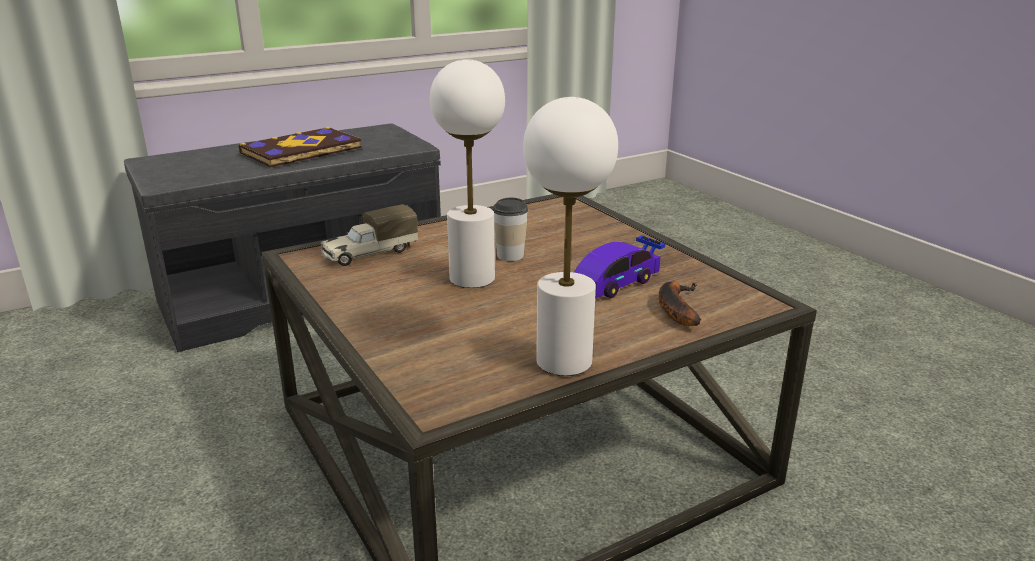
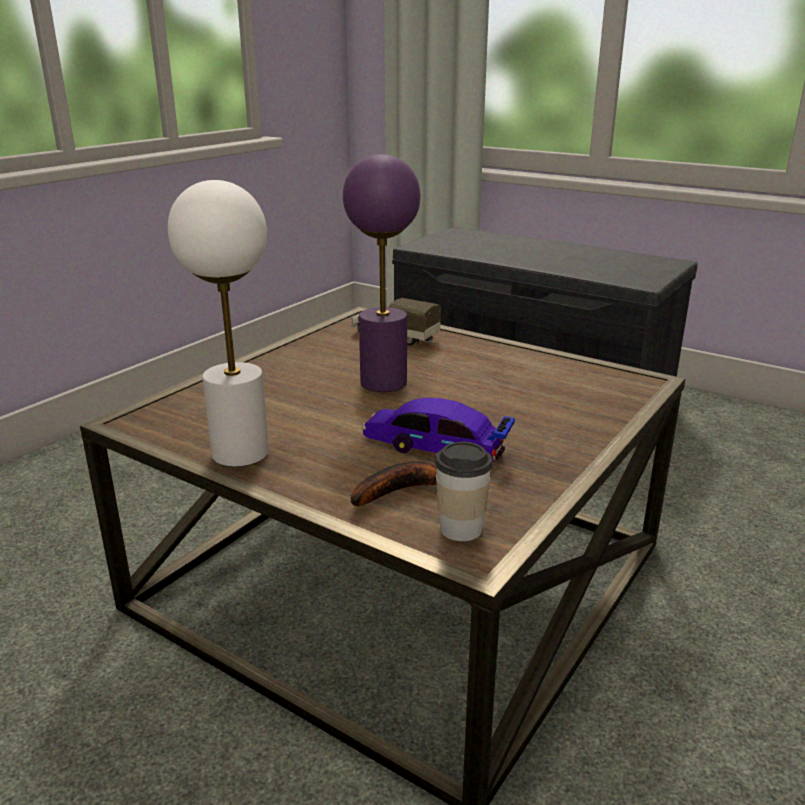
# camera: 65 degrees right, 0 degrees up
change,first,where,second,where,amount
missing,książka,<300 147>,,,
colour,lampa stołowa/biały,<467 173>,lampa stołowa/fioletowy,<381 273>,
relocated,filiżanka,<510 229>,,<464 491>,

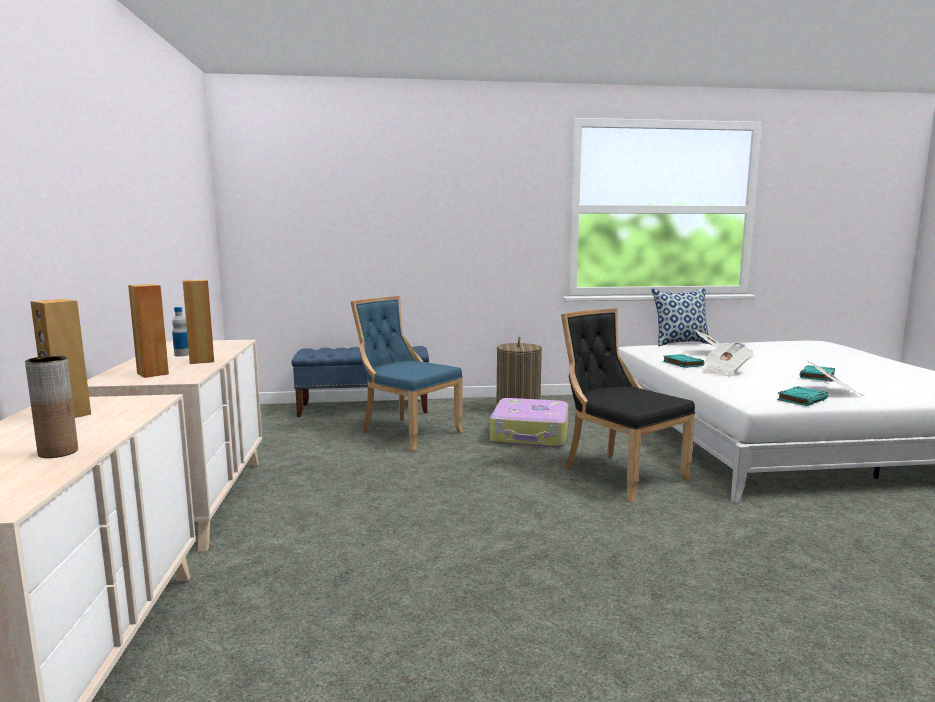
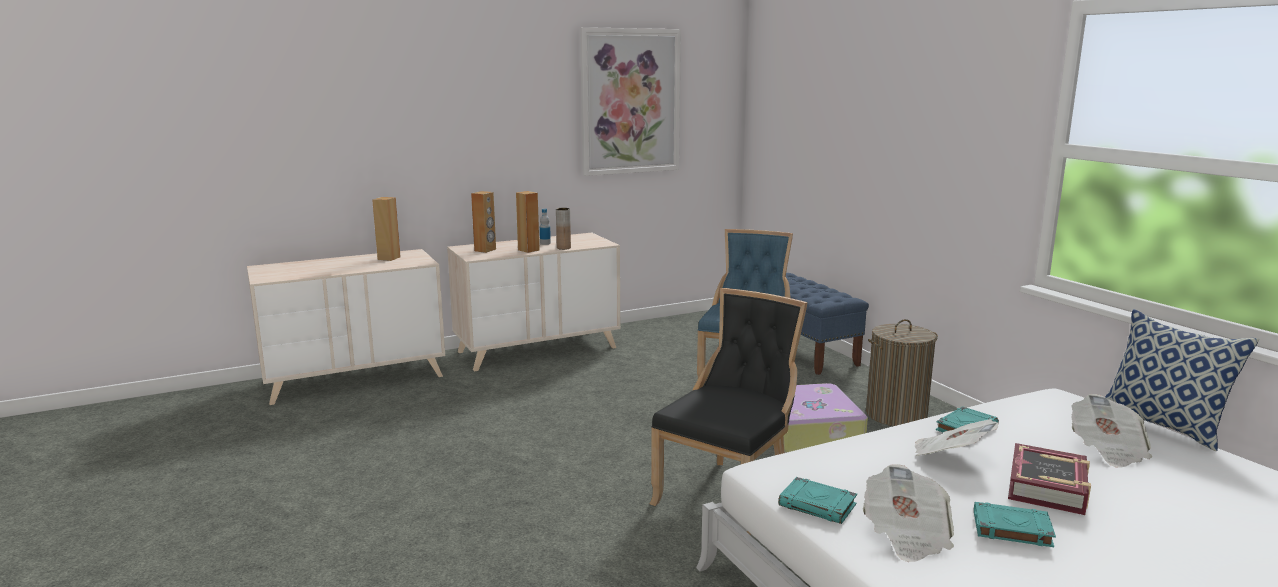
# camera: 70 degrees right, 5 degrees up
change,first,where,second,where,amount
relocated,wazon/brązowy,<51 407>,,<563 229>,
appeared,,,obraz,<630 101>,
appeared,,,książka,<1049 479>,

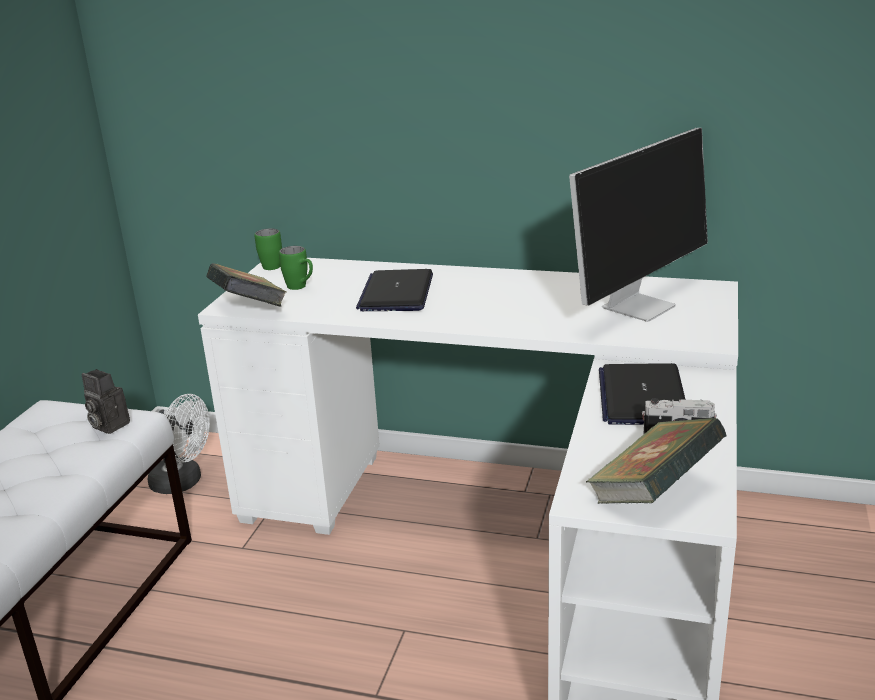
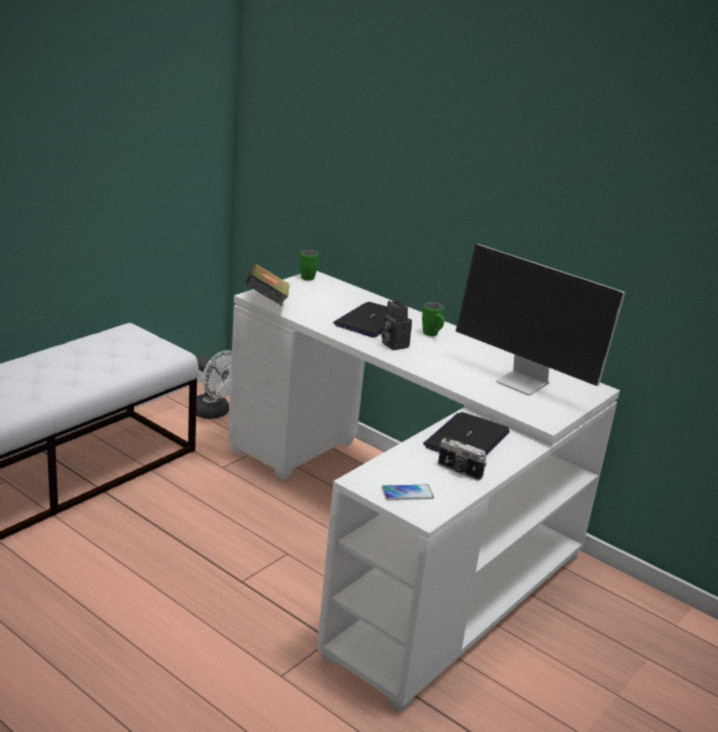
# camera: 20 degrees right, 0 degrees up
change,first,where,second,where,amount
relocated,aparat fotograficzny,<106 401>,,<396 325>,
relocated,kubek/zielony,<296 268>,,<433 319>,
spun,monitor,<638 225>,,<540 319>,60 degrees clockwise
exchanged,książka,<656 460>,telefon,<408 492>,

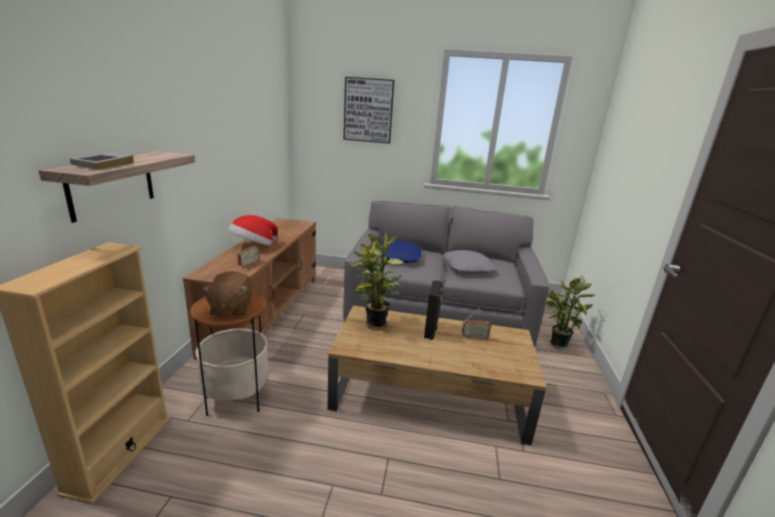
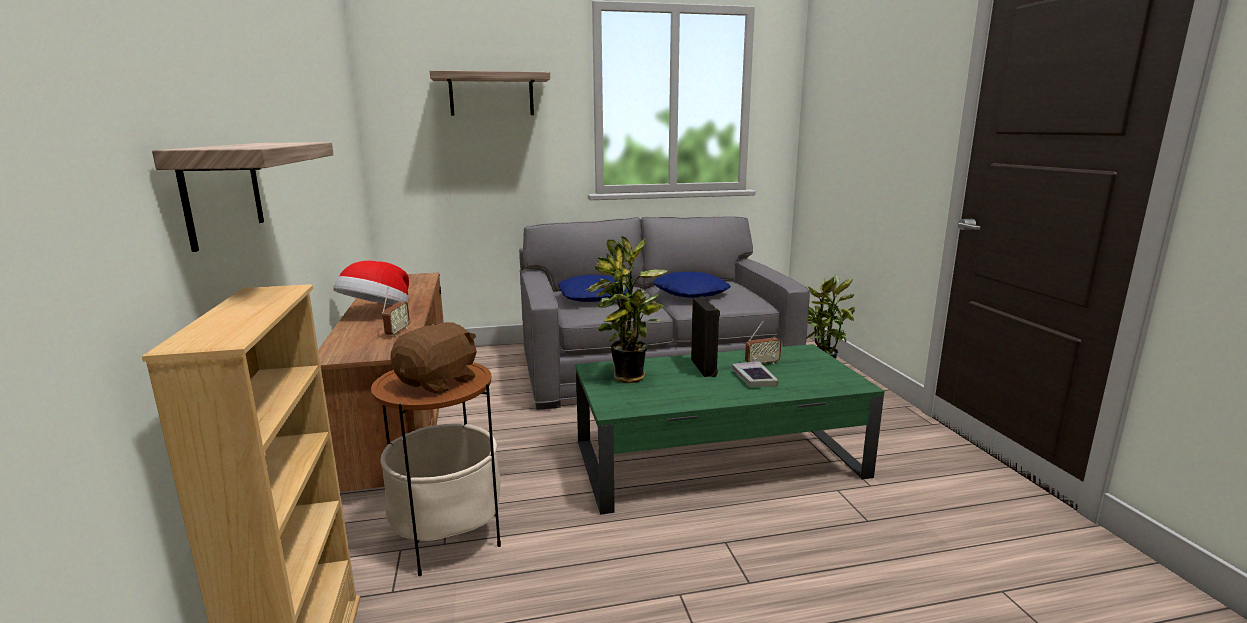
# camera: 20 degrees left, 5 degrees down
change,first,where,second,where,amount
relocated,książka,<102 161>,,<755 374>,
spun,pluszak/brązowy,<228 294>,,<433 358>,120 degrees counterclockwise
colour,ława/brązowy,<437 375>,ława/zielony,<730 429>,
exchanged,obraz,<369 110>,półka,<490 93>,
colour,poduszka/szary,<469 262>,poduszka/niebieski,<692 285>,

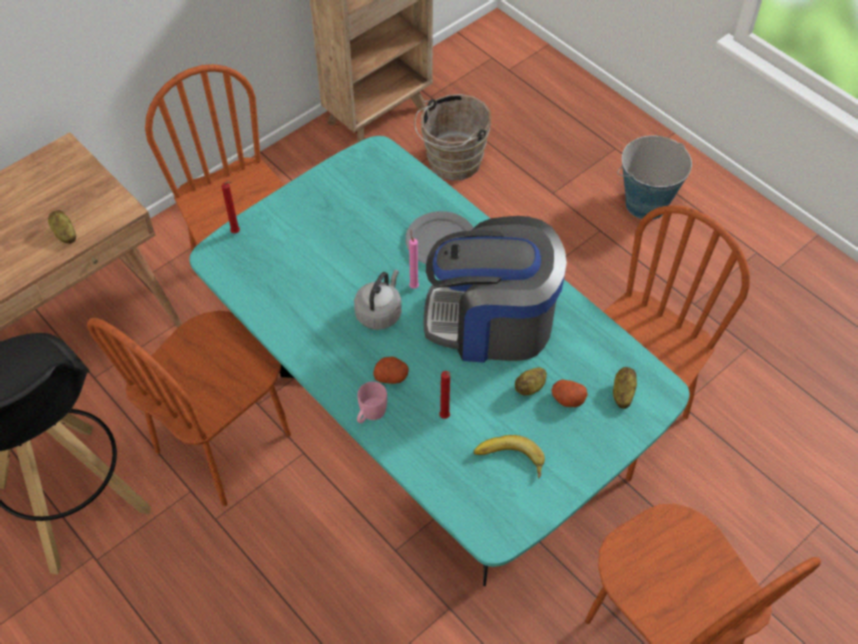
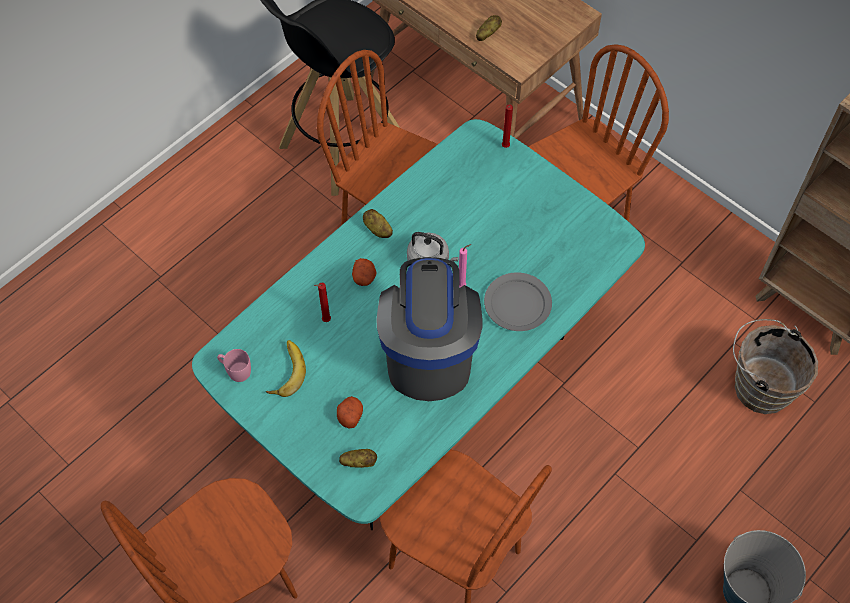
# camera: 85 degrees right, 5 degrees up
change,first,where,second,where,amount
relocated,kubek/różowy,<372 402>,,<234 365>,
relocated,ziemniak,<531 381>,,<378 223>,

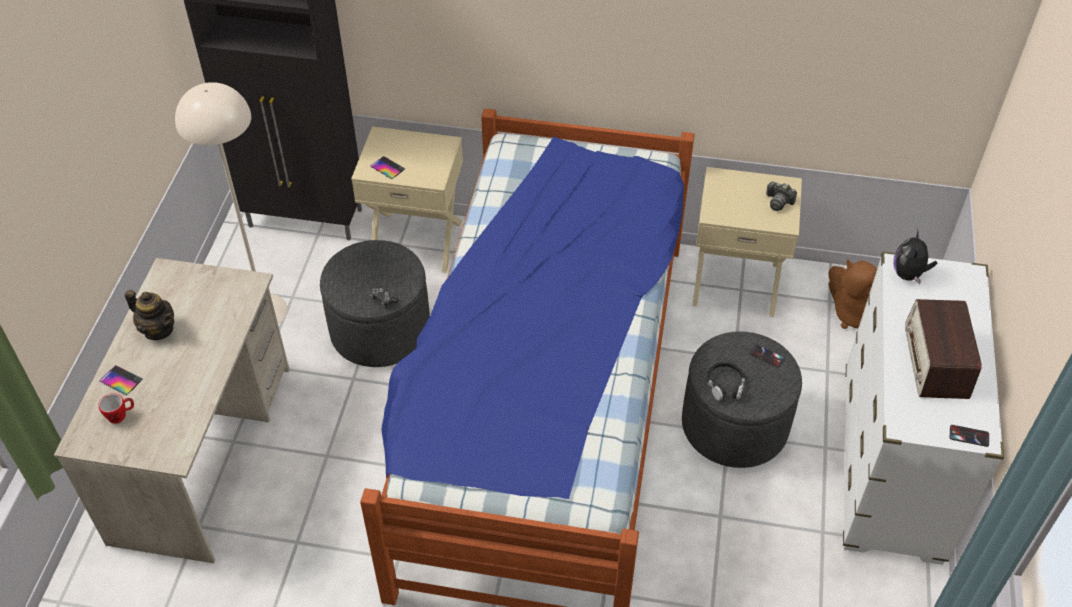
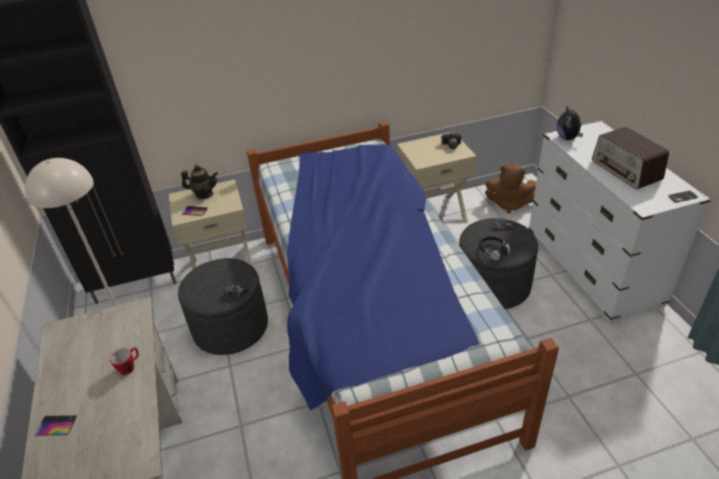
# camera: 25 degrees left, 10 degrees down
change,first,where,second,where,amount
relocated,kubek,<116 408>,,<124 361>,
relocated,imbryk,<149 315>,,<199 182>,

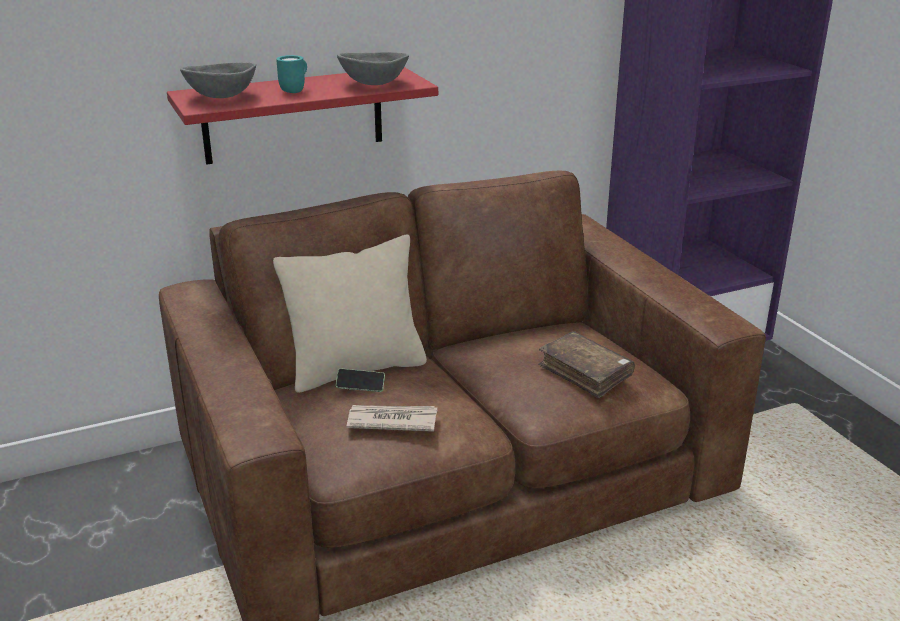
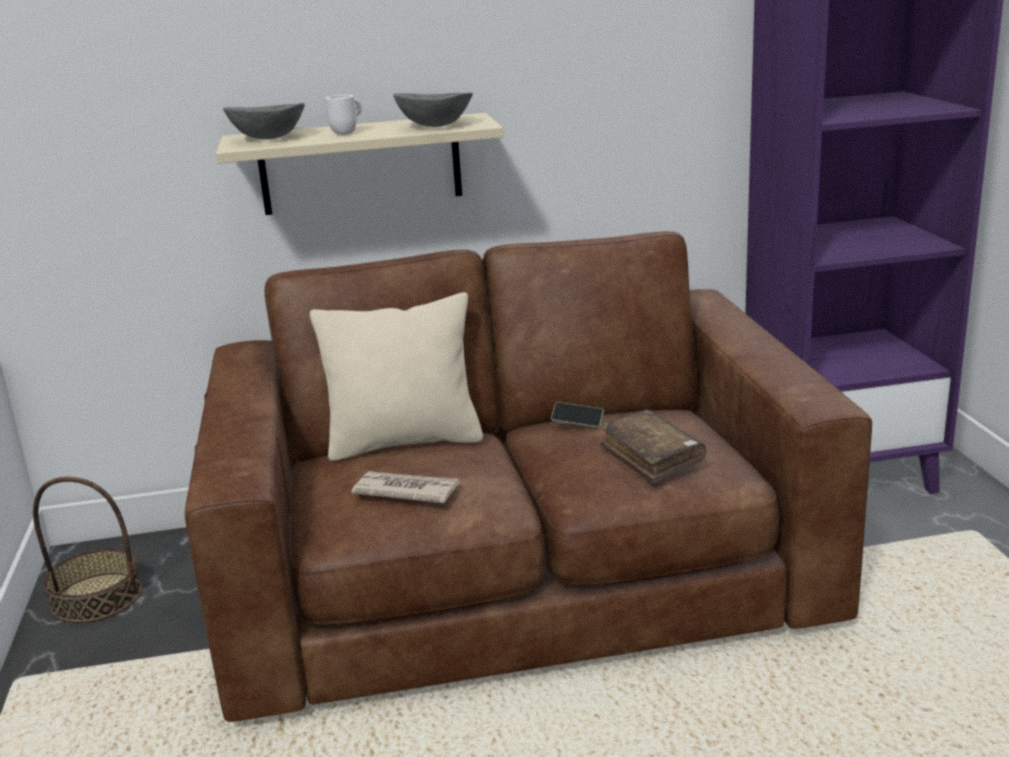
# camera: 15 degrees right, 5 degrees down
change,first,where,second,where,amount
colour,półka/czerwony,<302 116>,półka/beżowy,<359 164>,
colour,kubek/turkusowy,<291 74>,kubek/biały,<343 115>,
relocated,telefon,<360 380>,,<577 414>,
appeared,,,koszyk,<87 550>,

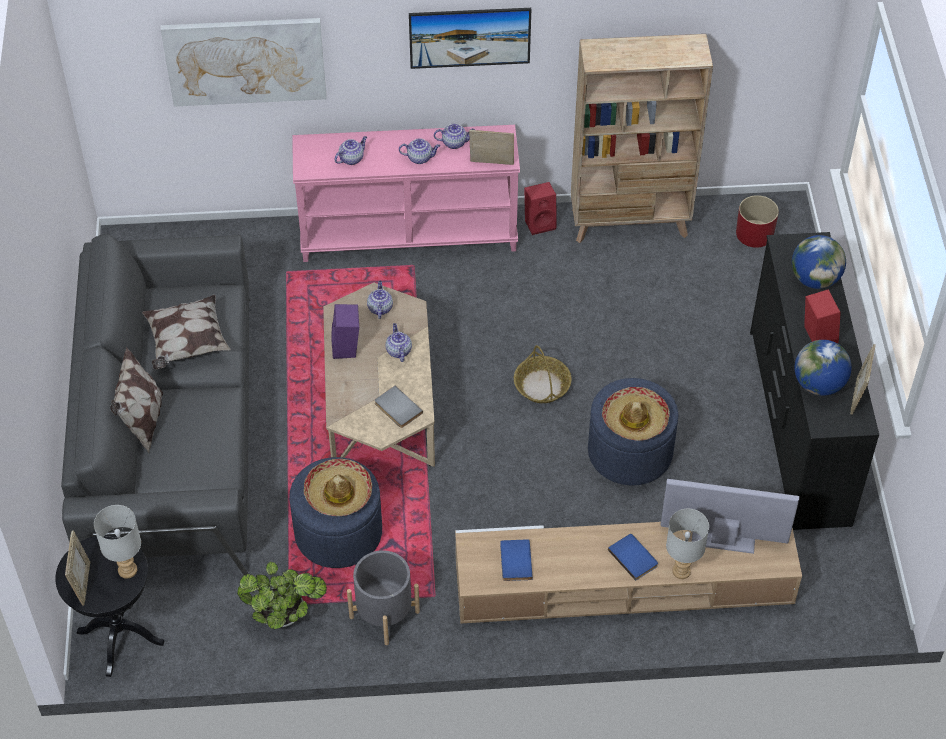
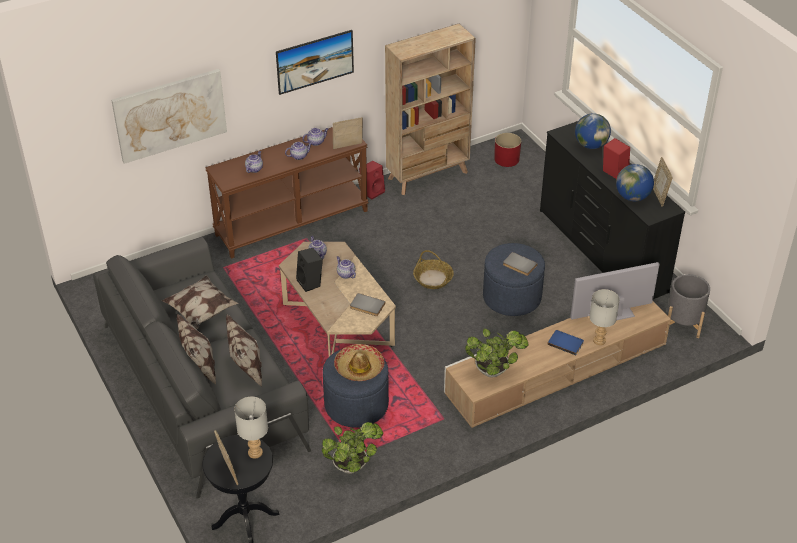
# camera: 25 degrees left, 10 degrees down
change,first,where,second,where,amount
colour,stolik konsolowy/różowy,<406 193>,stolik konsolowy/brązowy,<287 193>,
colour,głośnik/fioletowy,<345 331>,głośnik/czarny,<309 270>,
relocated,donica/szary,<383 597>,,<688 306>,
exchanged,książka/niebieski,<516 560>,roślina doniczkowa,<496 353>,
exchanged,kapelusz,<636 414>,książka/szary,<520 264>,
appeared,,,poduszka,<244 351>,

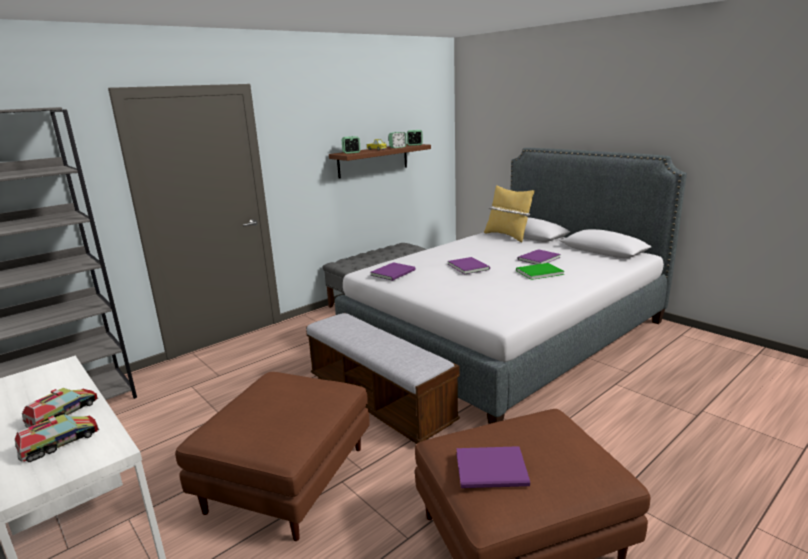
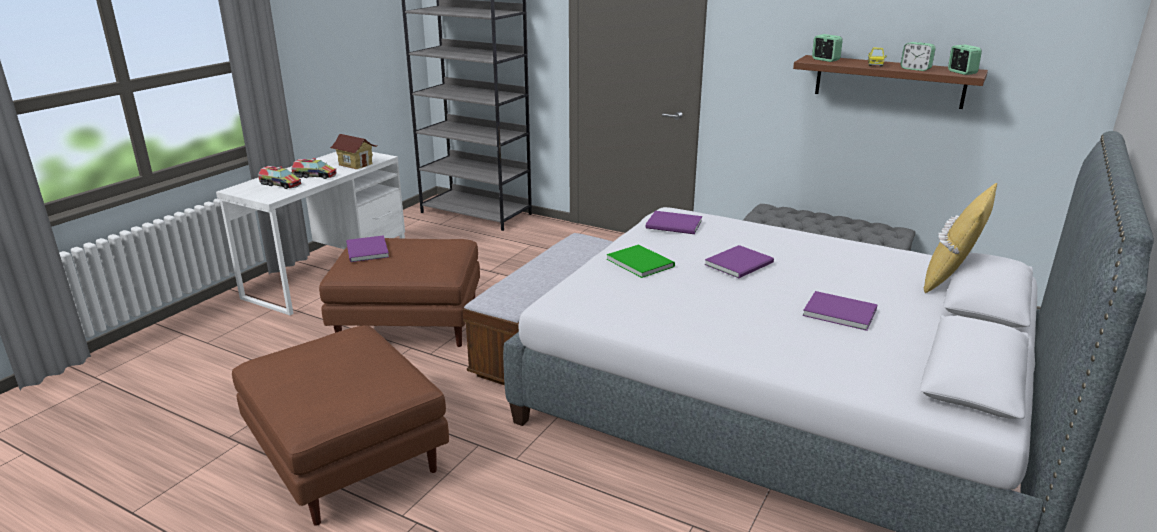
# camera: 70 degrees right, 5 degrees up
change,first,where,second,where,amount
relocated,książka/fioletowy,<493 467>,,<367 248>,
relocated,książka/zielony,<540 271>,,<641 261>,
appeared,,,domek,<353 151>,

